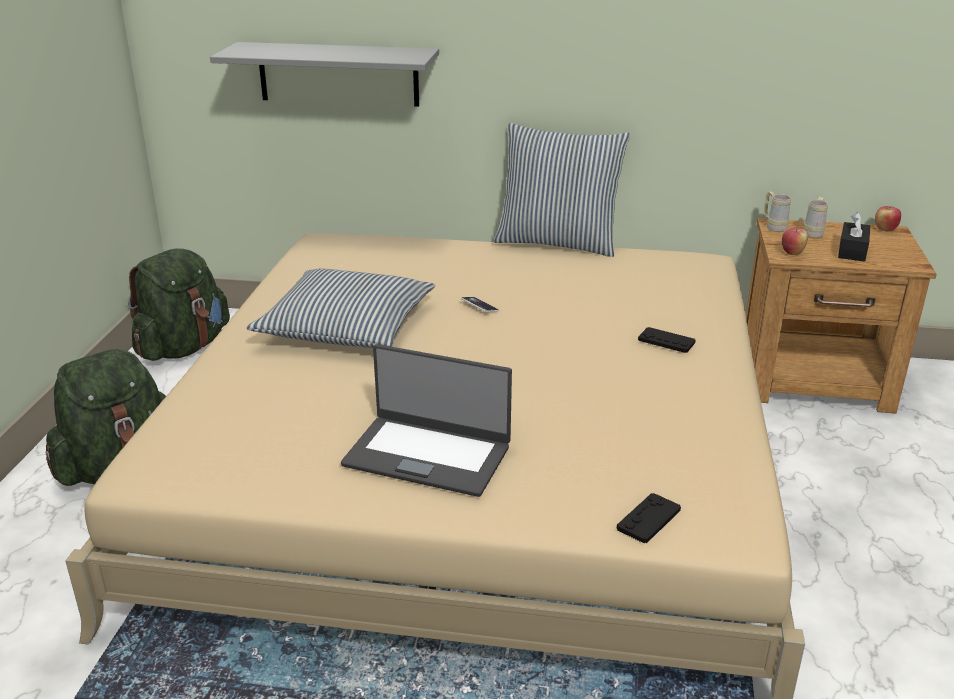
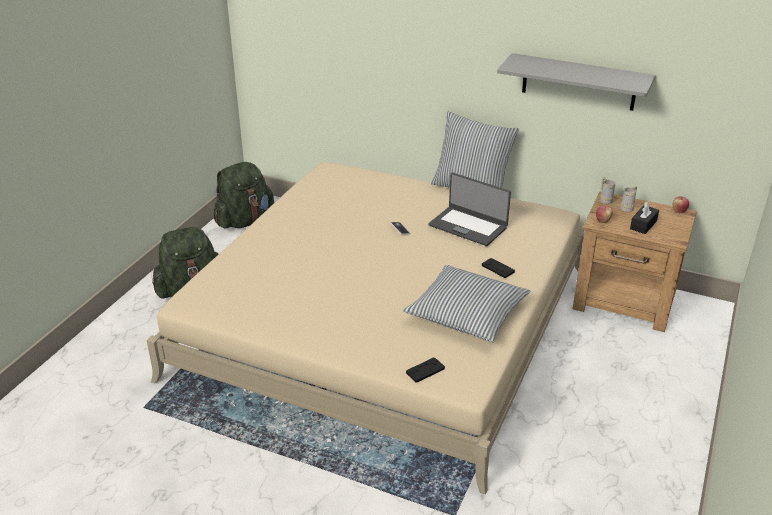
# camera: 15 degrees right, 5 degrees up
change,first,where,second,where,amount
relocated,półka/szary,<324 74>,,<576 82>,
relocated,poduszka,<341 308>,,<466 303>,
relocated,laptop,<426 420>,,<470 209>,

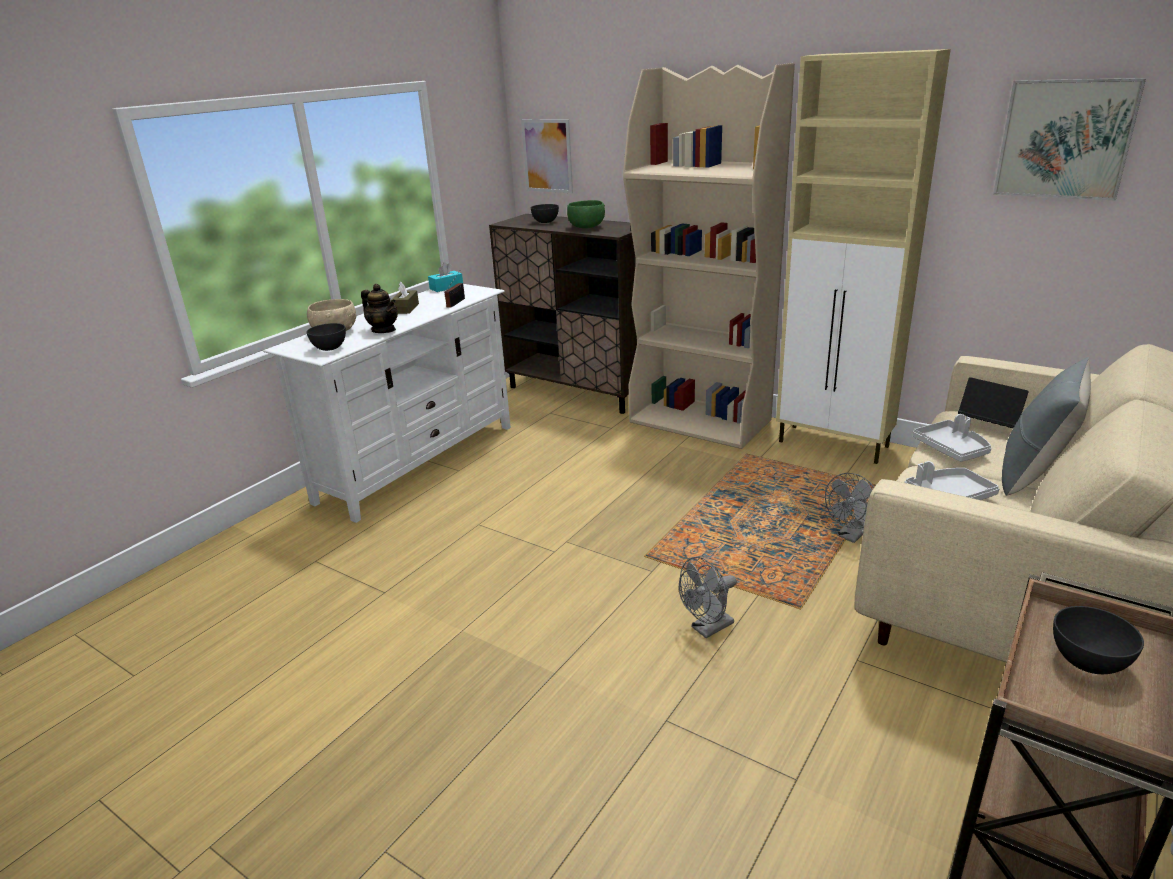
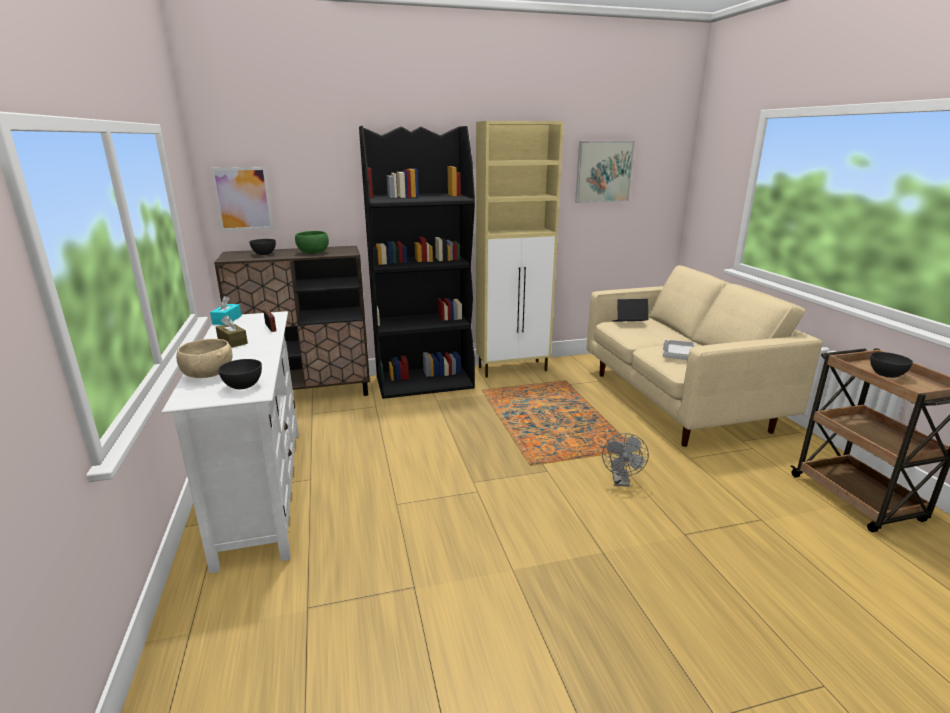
# camera: 50 degrees left, 5 degrees down
change,first,where,second,where,amount
missing,imbryk,<379 308>,,,
colour,regał/beżowy,<709 256>,regał/czarny,<417 262>,
missing,wentylator/szary,<849 508>,,,
missing,taca/szary,<951 438>,,,
missing,poduszka/szary,<1046 426>,,,

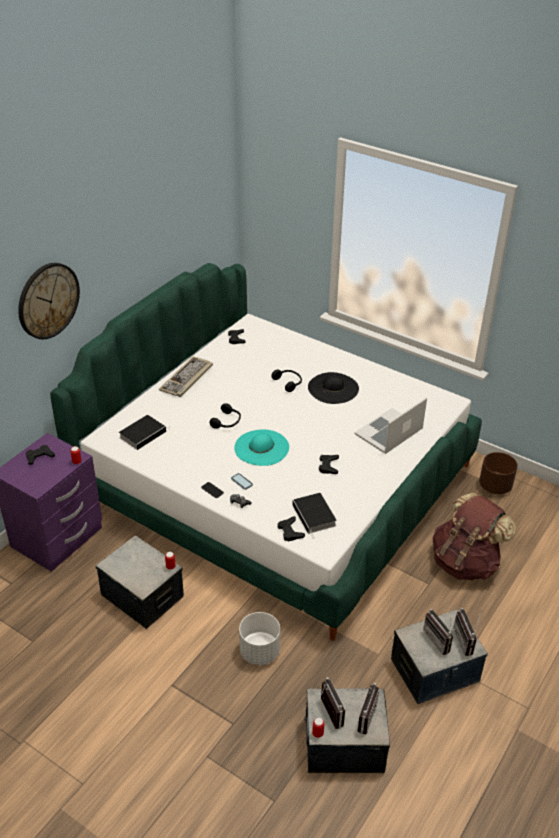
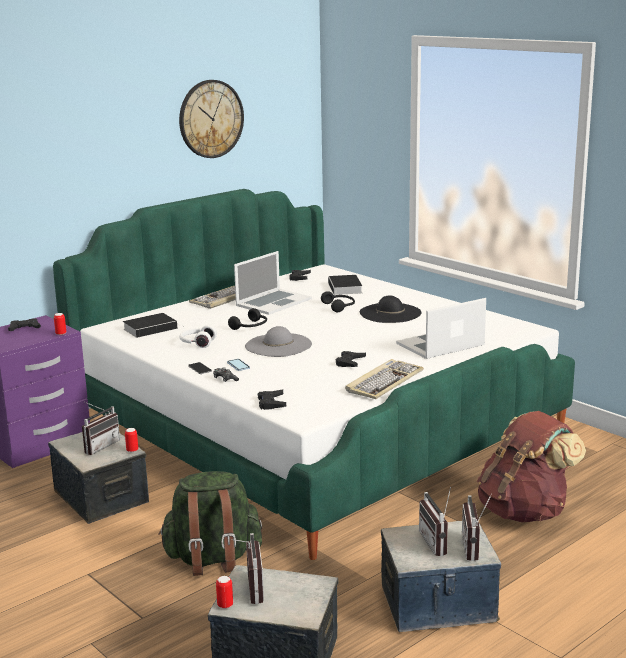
# camera: 15 degrees right, 20 degrees down
change,first,where,second,where,amount
relocated,zegar ścienny,<49 301>,,<211 119>,
colour,kapelusz/turkusowy,<261 447>,kapelusz/szary,<278 341>,
exchanged,donica/biały,<259 638>,plecak/zielony,<210 523>,
relocated,książka,<314 516>,,<345 285>,
relocated,radio,<366 708>,,<101 428>,
missing,donica/brązowy,<498 473>,,,
appeared,,,słuchawki/biały,<198 336>,
appeared,,,laptop,<273 283>,
appeared,,,klawiatura,<384 379>,

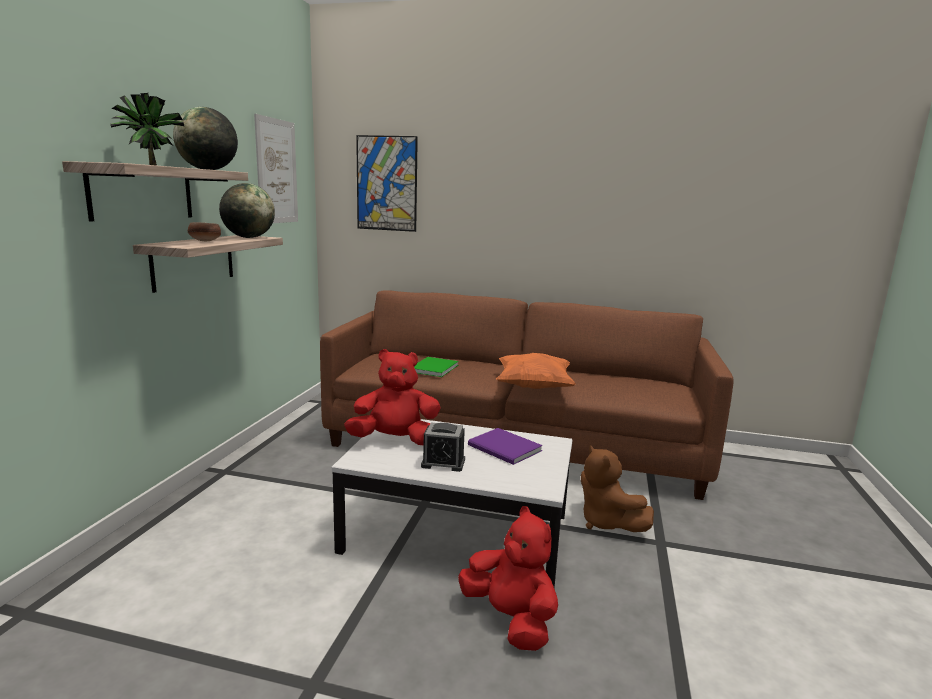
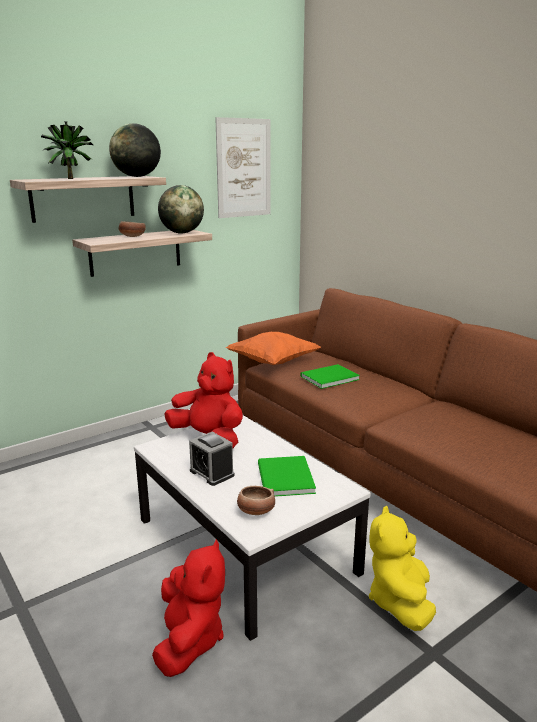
# camera: 40 degrees right, 5 degrees up
change,first,where,second,where,amount
missing,obraz,<387 183>,,,
colour,książka/fioletowy,<505 446>,książka/zielony,<287 476>,
relocated,poduszka/pomarańczowy,<536 371>,,<273 348>,
colour,pluszak/brązowy,<617 488>,pluszak/żółty,<402 568>,
appeared,,,miska,<256 500>,

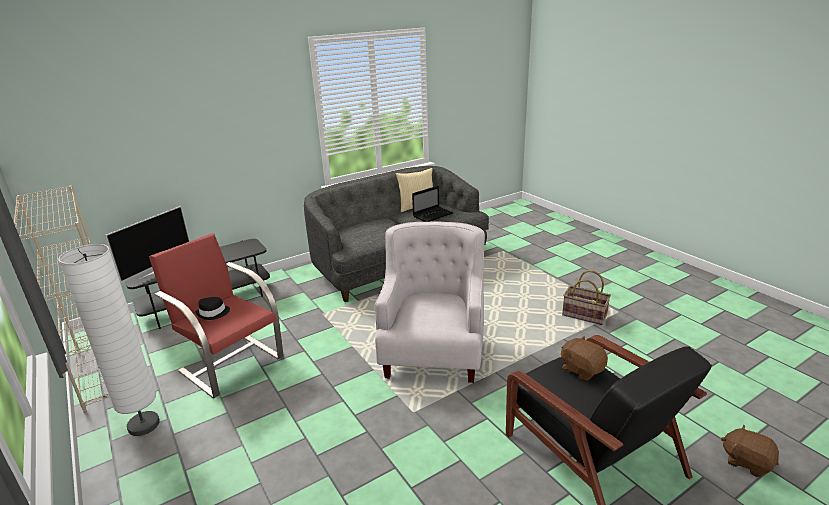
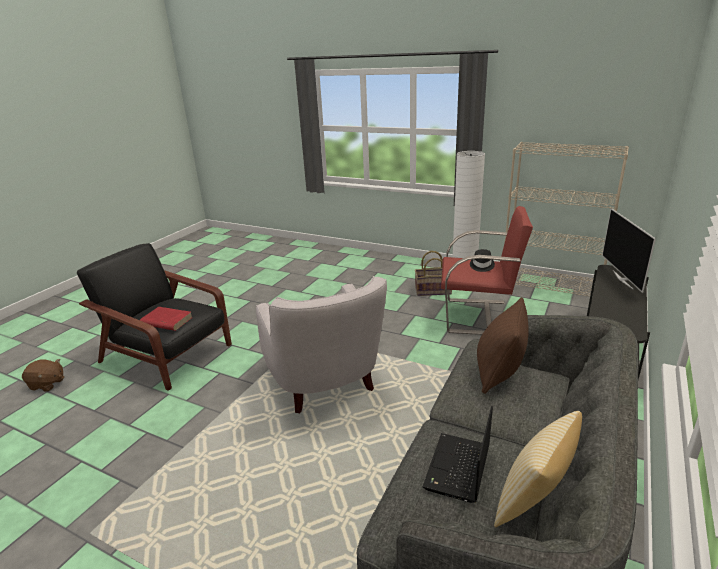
# camera: 150 degrees right, 0 degrees up
change,first,where,second,where,amount
exchanged,pluszak/brązowy,<584 358>,książka/czerwony,<166 319>,
relocated,koszyk,<586 297>,,<433 273>,
appeared,,,poduszka/brązowy,<503 345>,

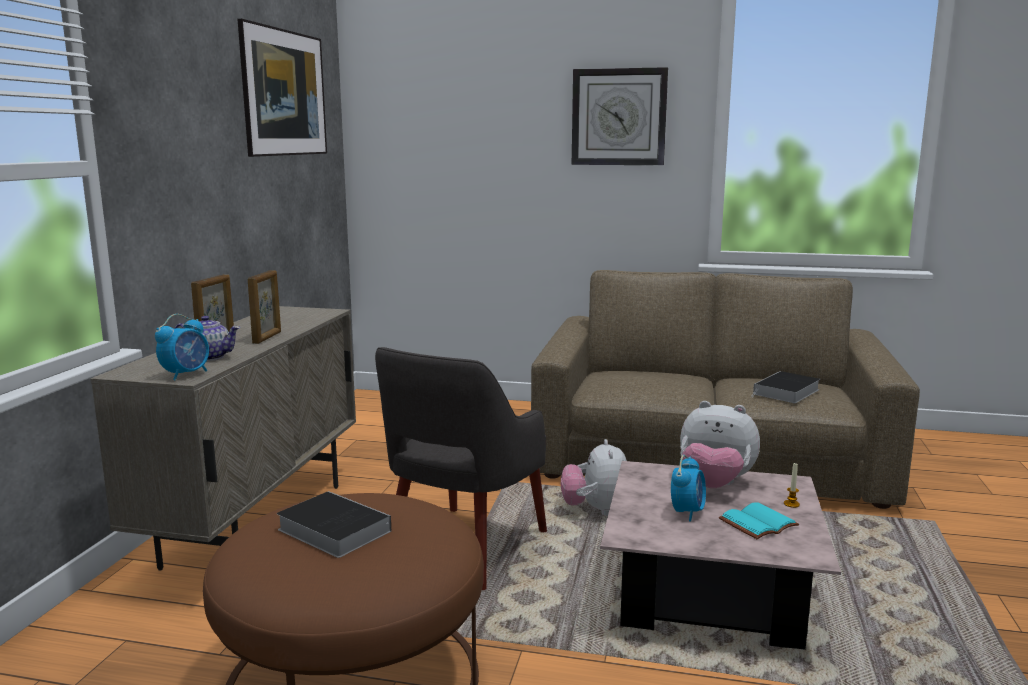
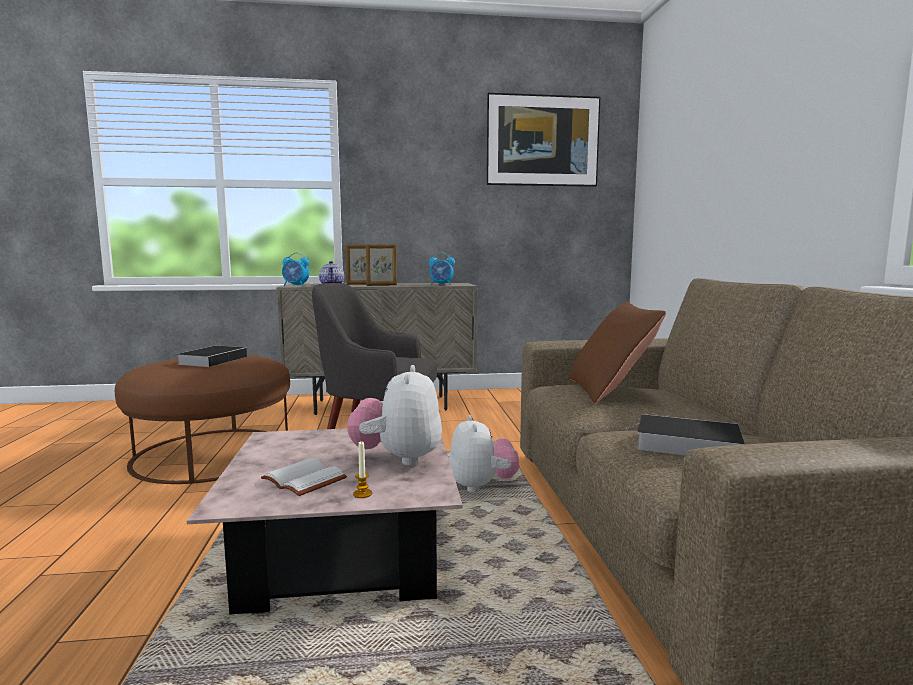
# camera: 70 degrees right, 5 degrees down
change,first,where,second,where,amount
spun,pluszak,<594 477>,,<484 453>,105 degrees clockwise
missing,zegar ścienny,<620 116>,,,
relocated,budzik,<688 488>,,<442 269>,
colour,książka/turkusowy,<759 521>,książka/biały,<304 477>,
appeared,,,poduszka/brązowy,<618 352>,

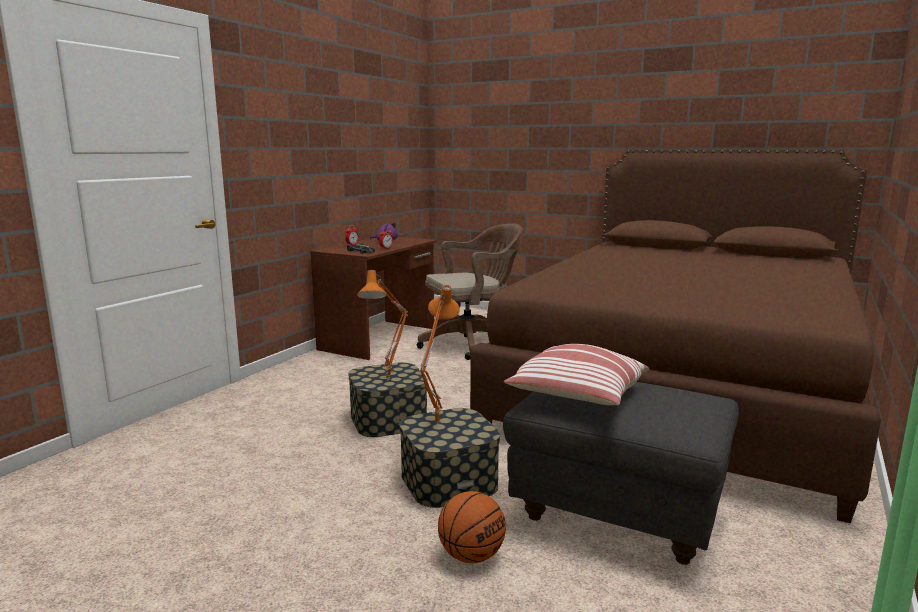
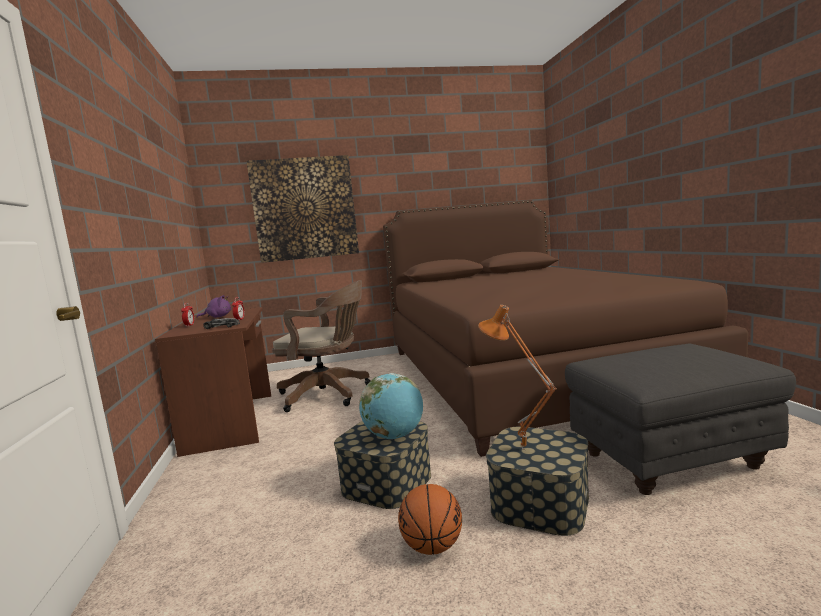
# camera: 40 degrees left, 5 degrees down
change,first,where,second,where,amount
exchanged,lampa stołowa/pomarańczowy,<382 325>,globus,<391 406>,
spun,krzesło biurowe/brązowy,<470 291>,,<321 346>,75 degrees clockwise
relocated,piłka do koszykówki,<472 527>,,<430 519>,
missing,poduszka,<577 374>,,,
appeared,,,obraz,<302 209>,

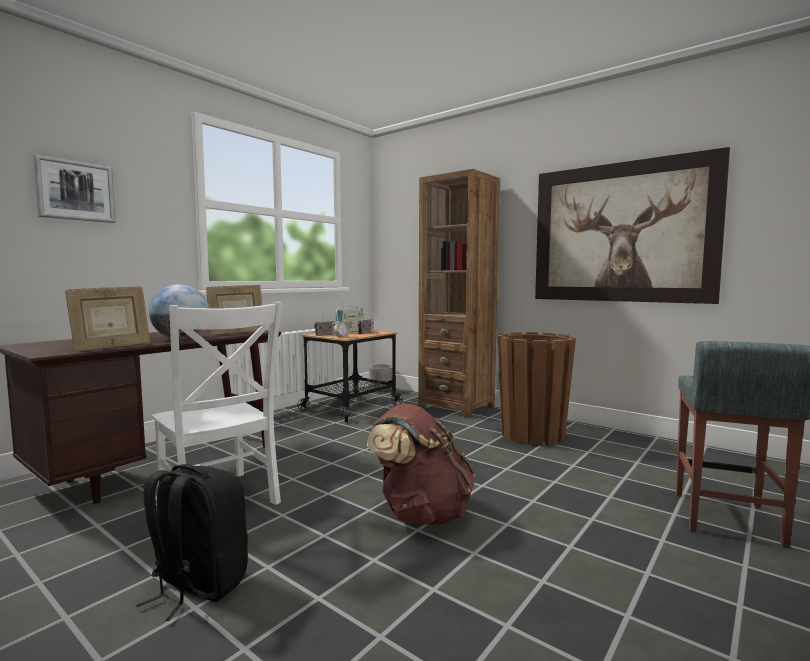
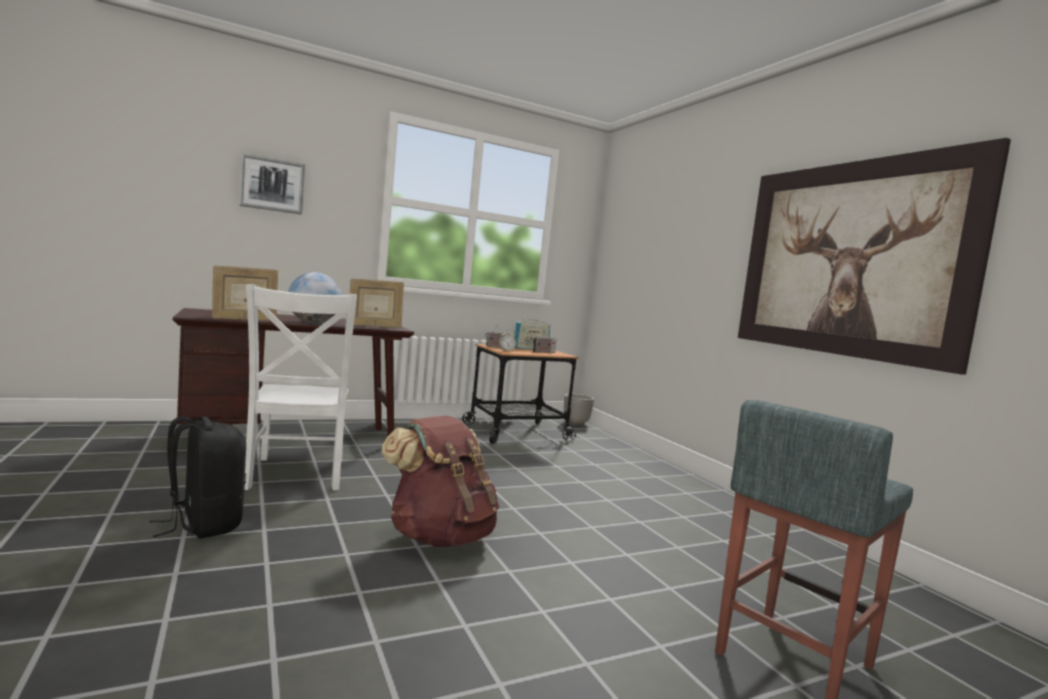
# camera: 25 degrees right, 0 degrees up
change,first,where,second,where,amount
missing,regał/brązowy,<459 293>,,,
missing,donica/brązowy,<536 389>,,,

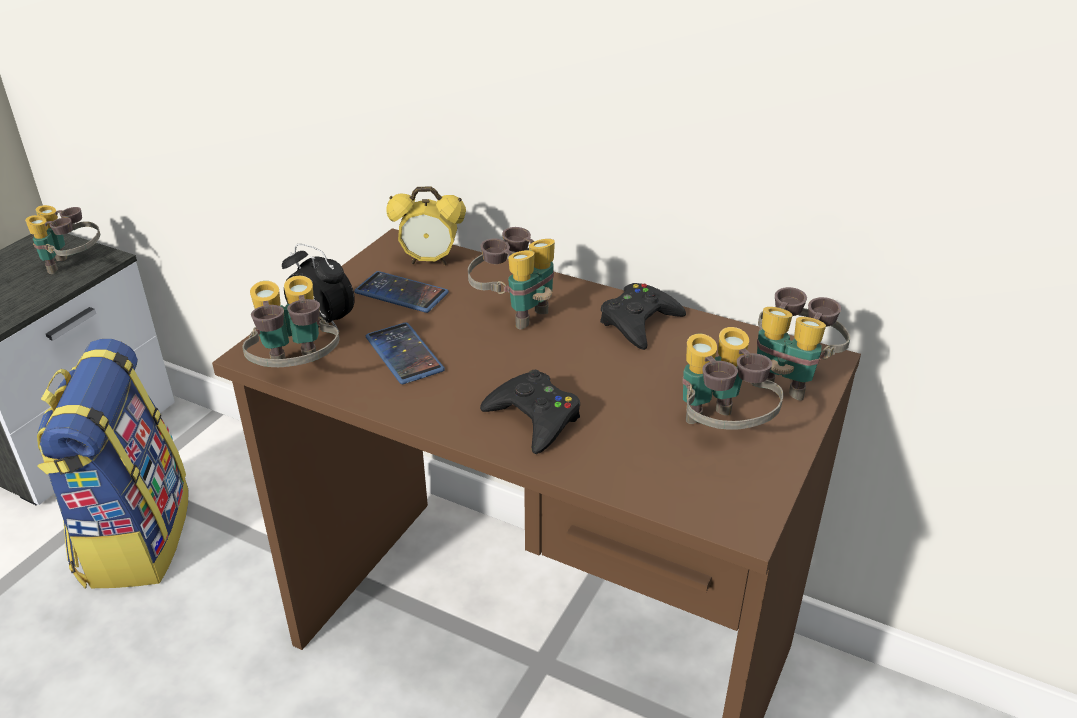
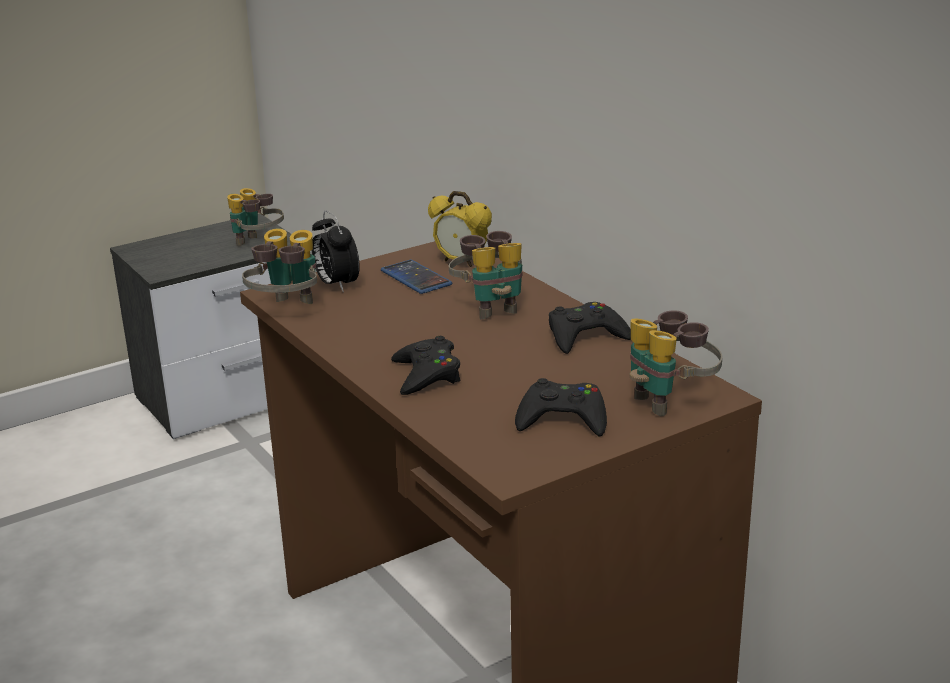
# camera: 30 degrees right, 10 degrees down
change,first,where,second,where,amount
missing,plecak,<112 464>,,,
missing,telefon,<405 353>,,,
exchanged,lornetka,<733 378>,pad do gier/czarny,<561 407>,

